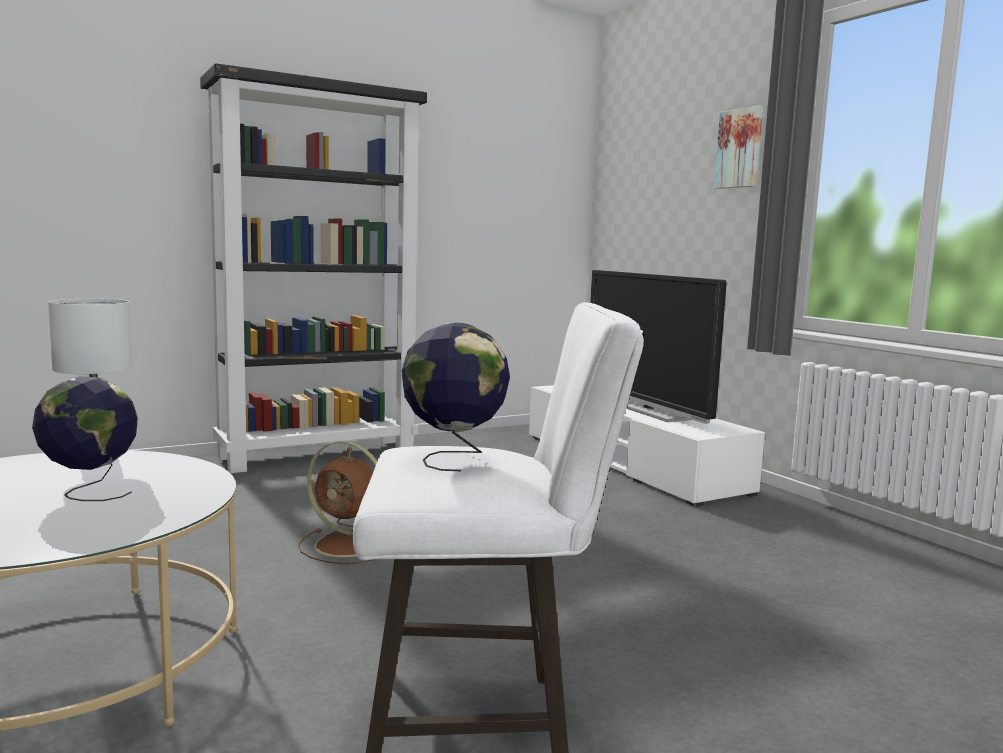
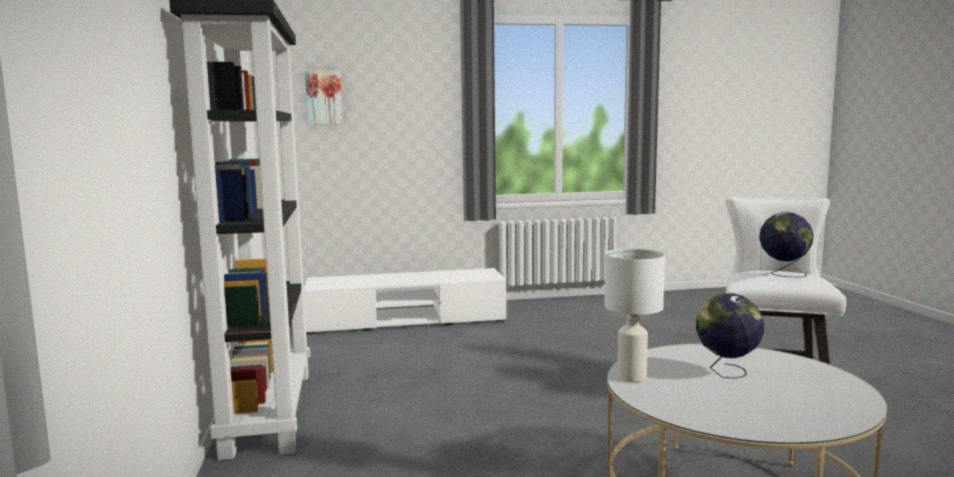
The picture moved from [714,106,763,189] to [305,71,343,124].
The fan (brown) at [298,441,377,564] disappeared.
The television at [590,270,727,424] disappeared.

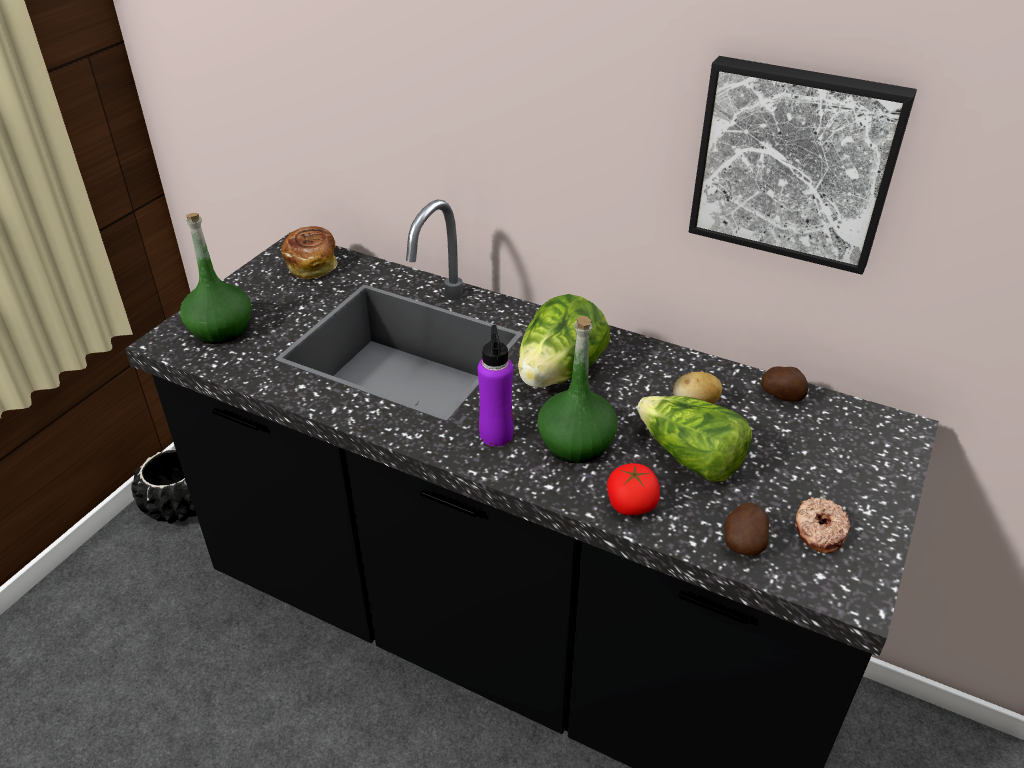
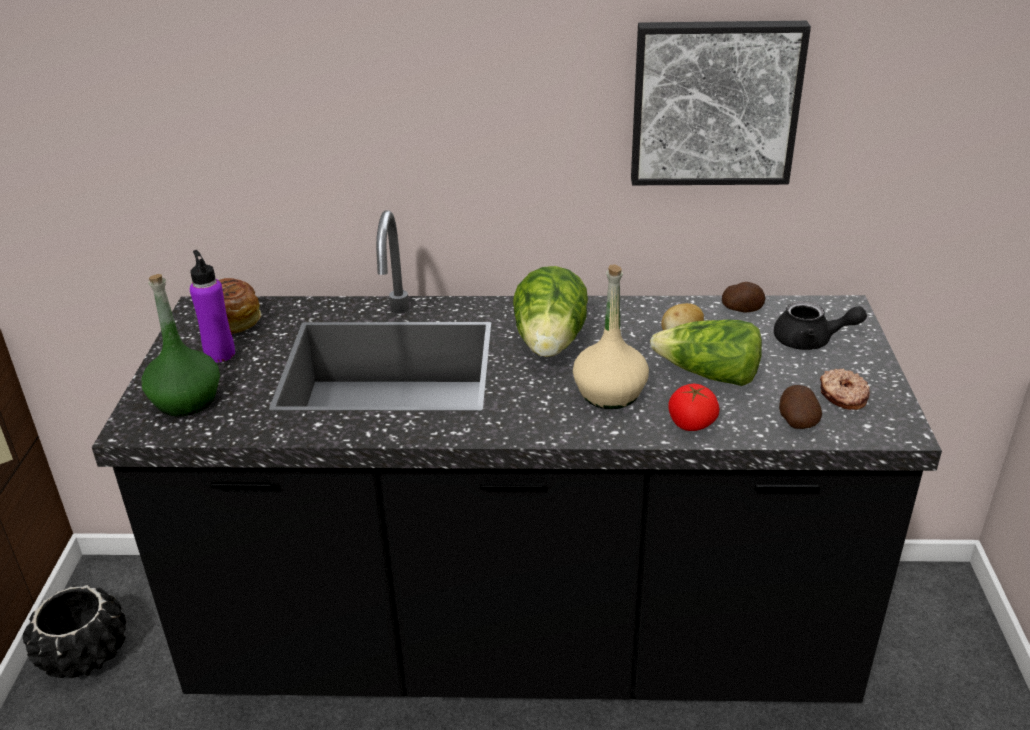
The bottle (purple) moved from [478,325,513,446] to [190,250,235,363].
The bottle (green) at [537,316,618,463] became the bottle (beige) at [573,264,649,409].
The teapot (black) at [774,301,867,350] appeared.

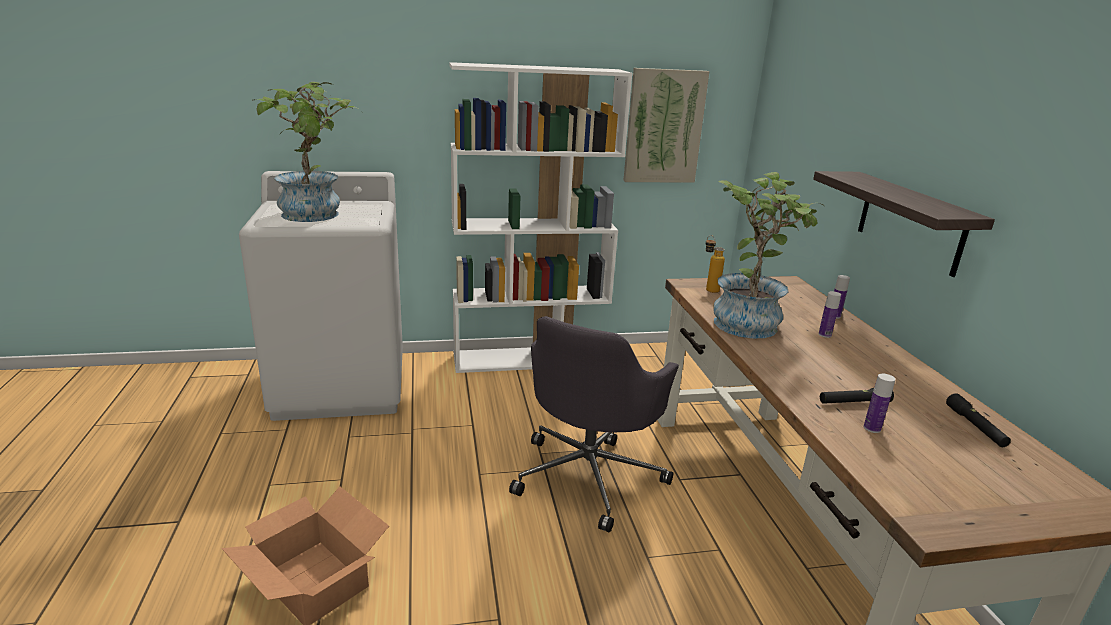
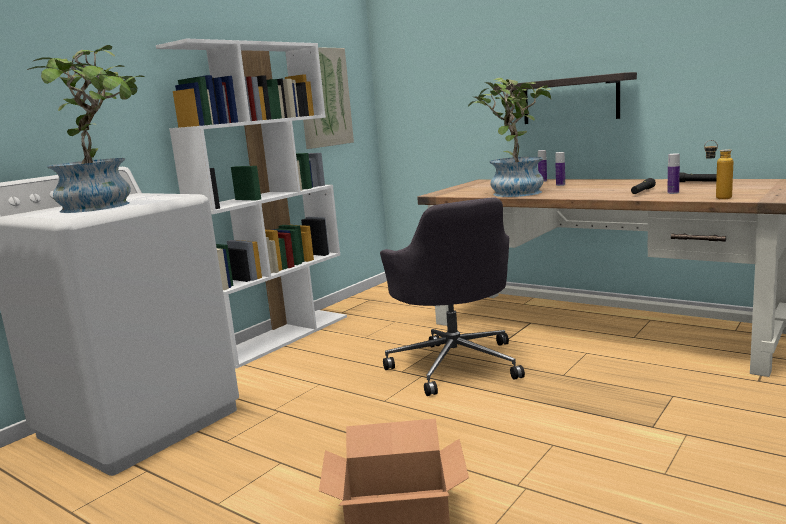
The bottle moved from [706,235,725,293] to [704,140,733,199].

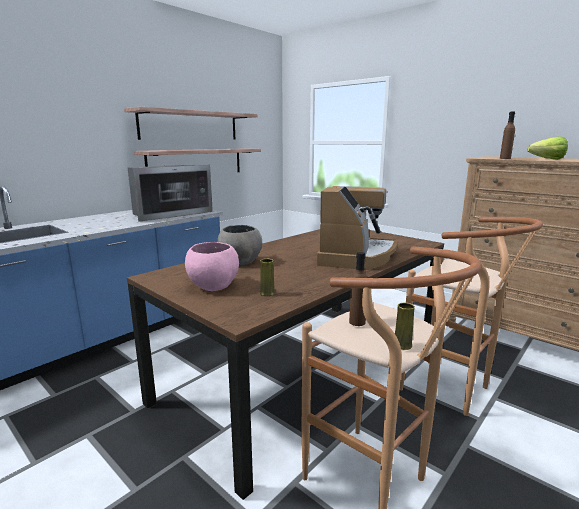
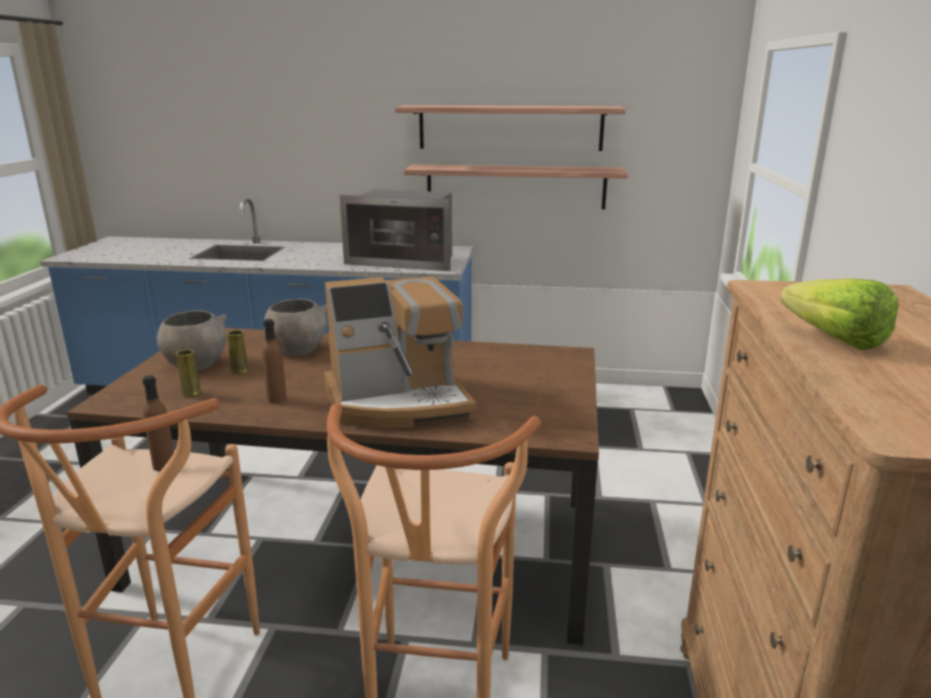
The bowl (pink) at [185,242,239,291] became the bowl (grey) at [157,310,227,370].
The vase (yellow) moved from [395,303,415,350] to [227,330,249,374].
The bottle (brown) moved from [500,112,515,159] to [262,319,287,404].

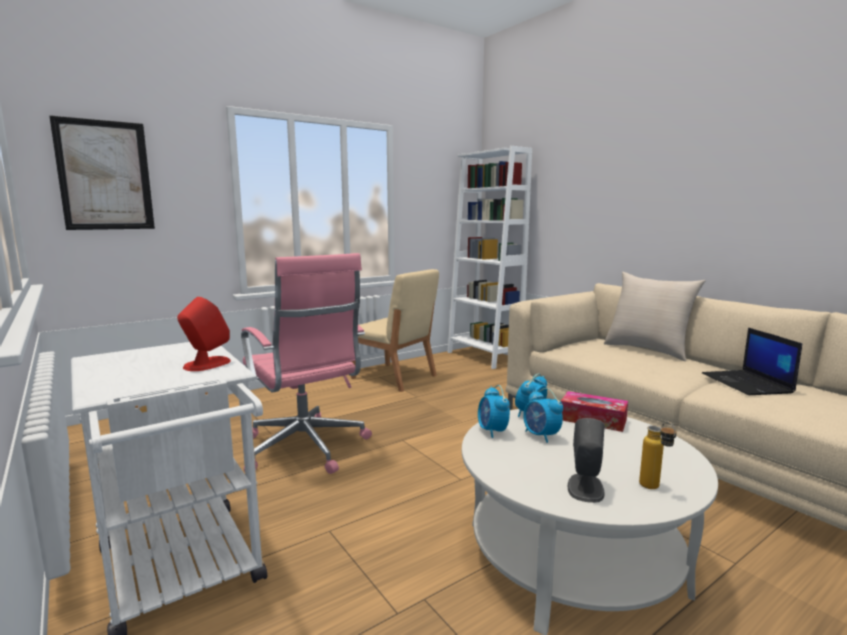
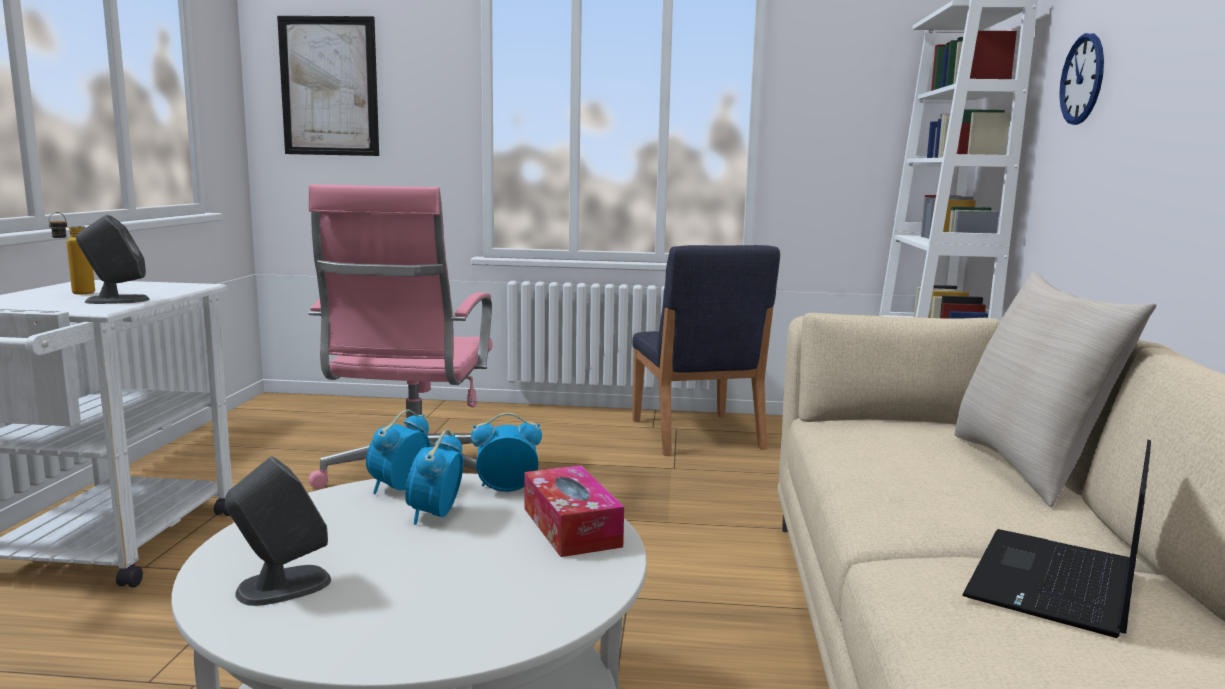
The bottle moved from [639,421,677,489] to [49,212,95,294].
The speaker (red) at [177,297,231,371] became the speaker (grey) at [76,215,149,304].
The chair (beige) at [351,269,439,392] became the chair (blue) at [632,245,780,456].
The wall clock at [1059,33,1104,125] appeared.

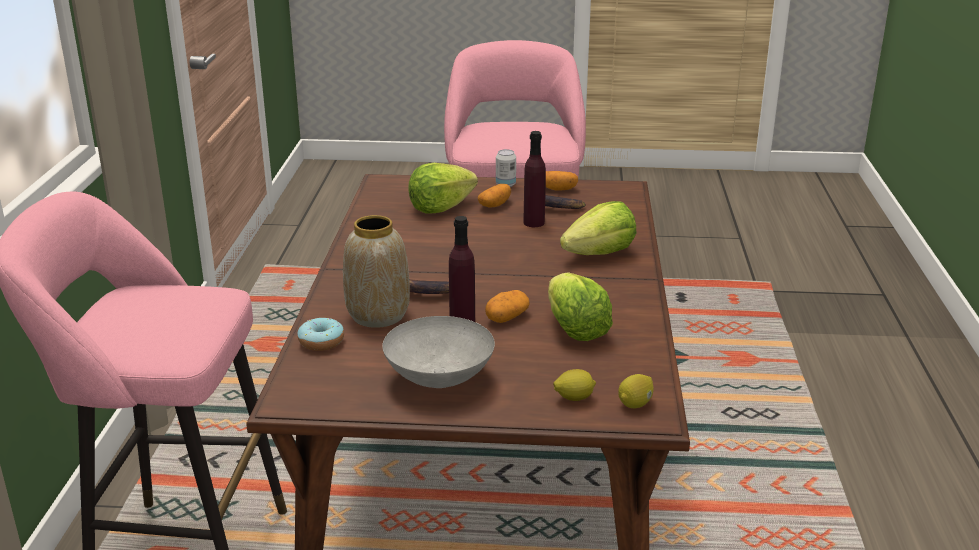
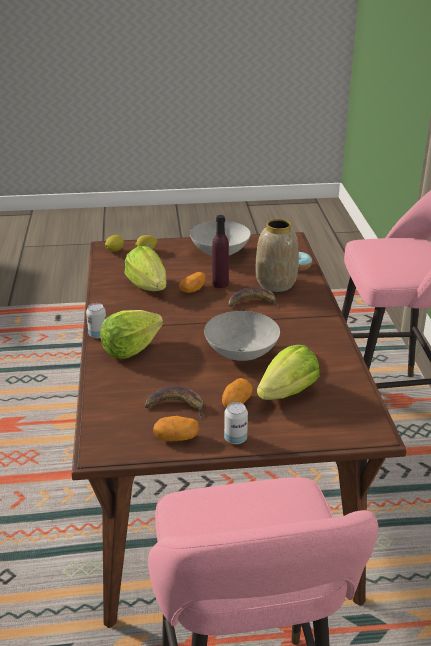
The can at [86,303,106,338] appeared.
The bowl (grey) at [204,311,280,361] appeared.
The bottle (purple) at [523,131,546,227] disappeared.

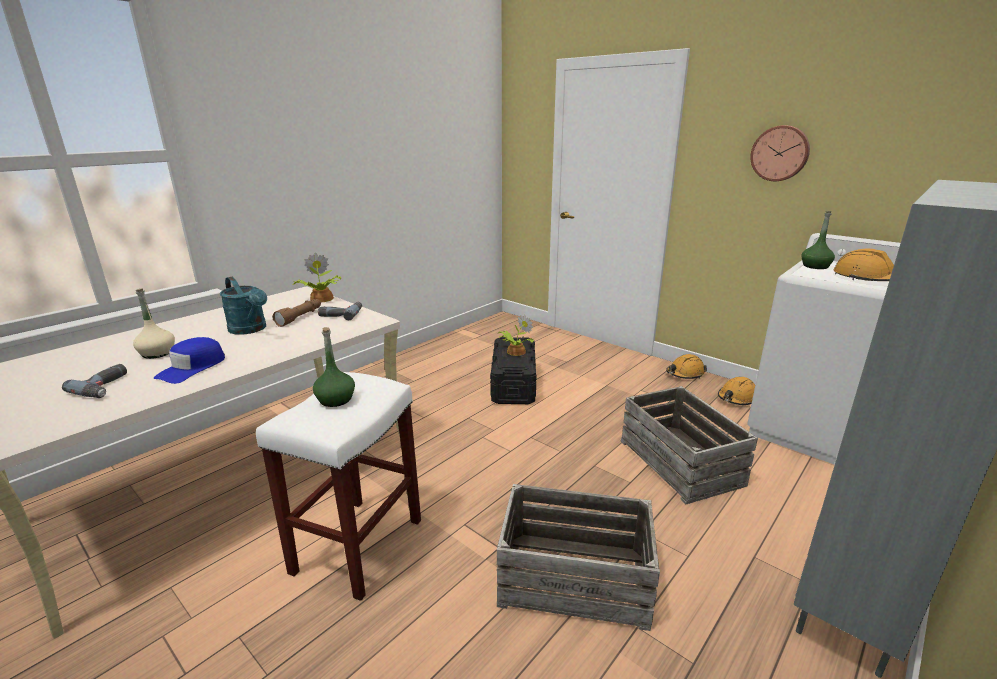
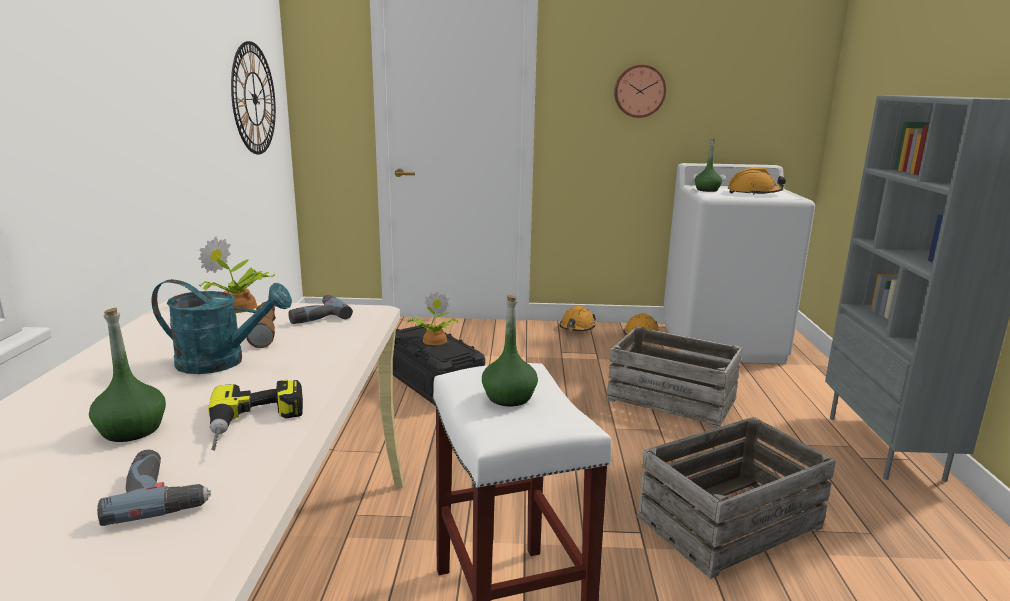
The bottle (beige) at [133,288,175,359] became the bottle (green) at [89,308,166,442].
The cap (blue) at [154,337,225,384] was replaced by the power drill at [208,379,303,451].
The wall clock at [231,41,276,155] appeared.

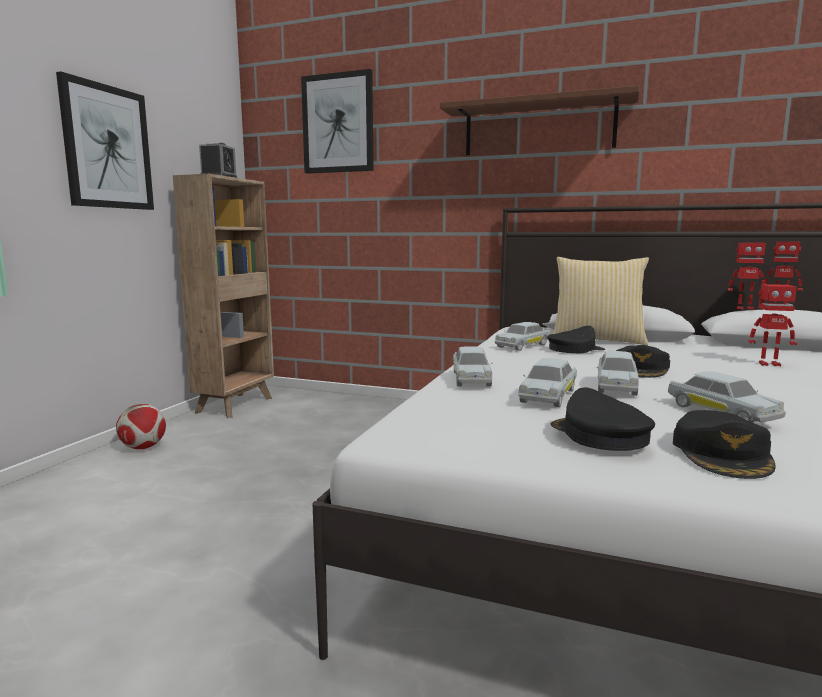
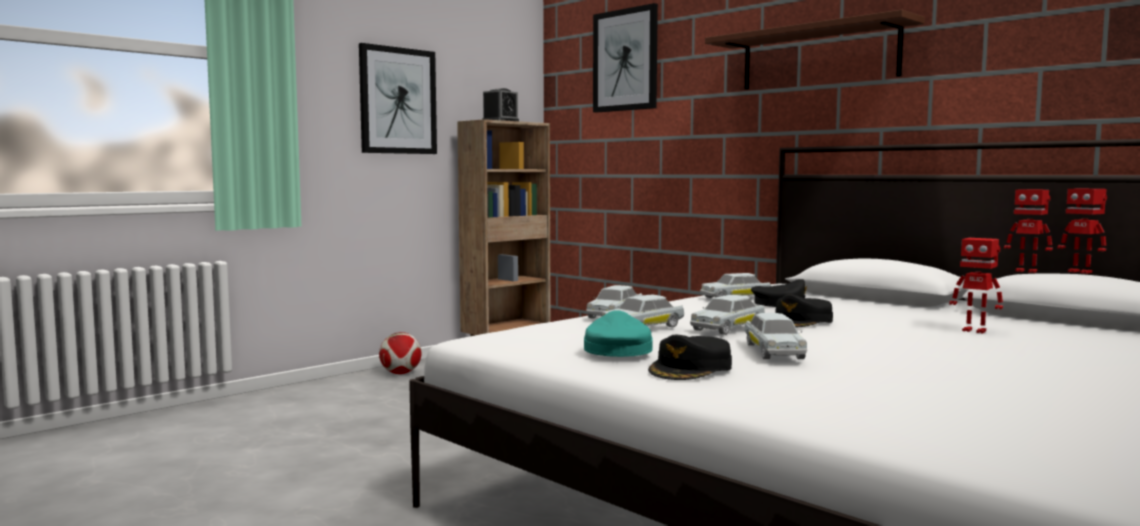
The cap (black) at [551,387,655,451] became the cap (turquoise) at [584,310,653,357].
The pillow at [553,257,649,345] disappeared.

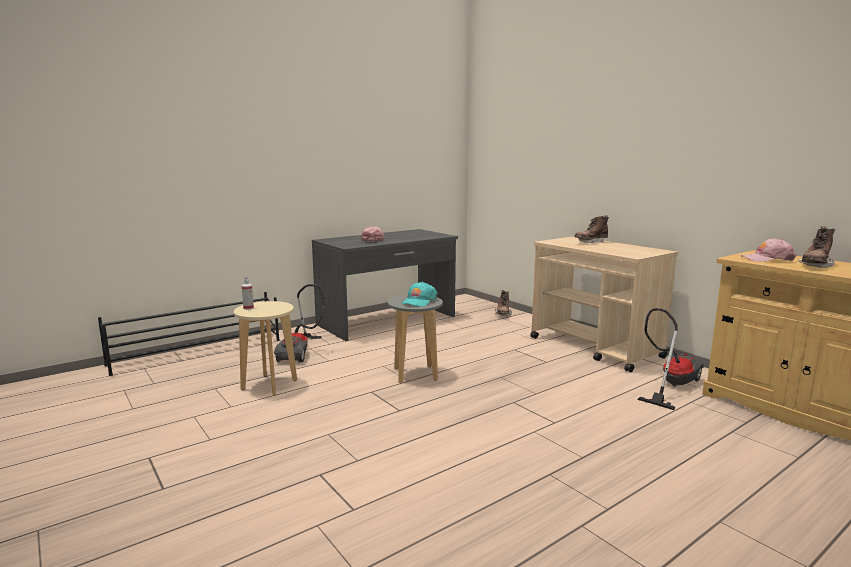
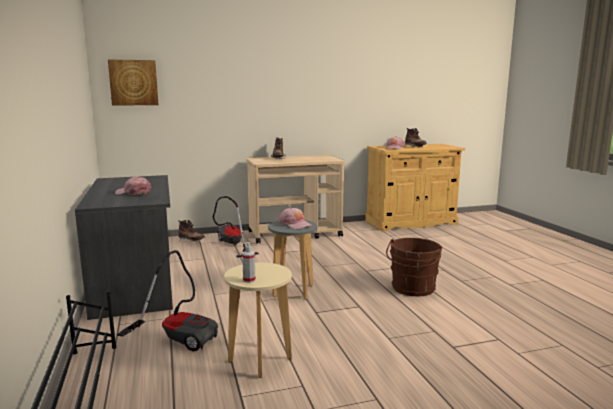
The picture at [108,59,158,106] appeared.
The vacuum cleaner moved from [637,308,704,410] to [213,196,259,258].
The cap (turquoise) at [402,282,437,307] became the cap (pink) at [279,207,312,229].
The bucket (brown) at [386,238,442,296] appeared.

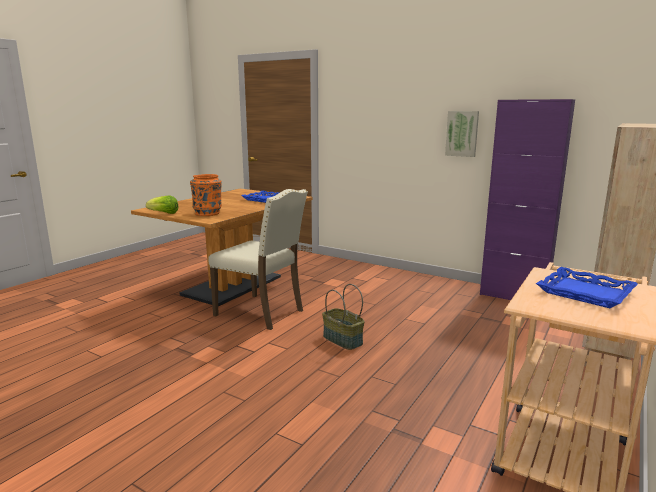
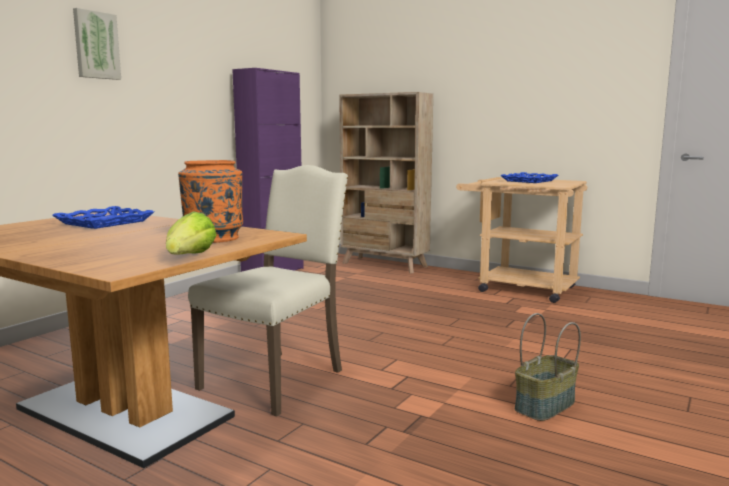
The picture moved from [445,111,479,157] to [73,8,121,80].
The basket moved from [322,284,365,350] to [515,313,581,421].

